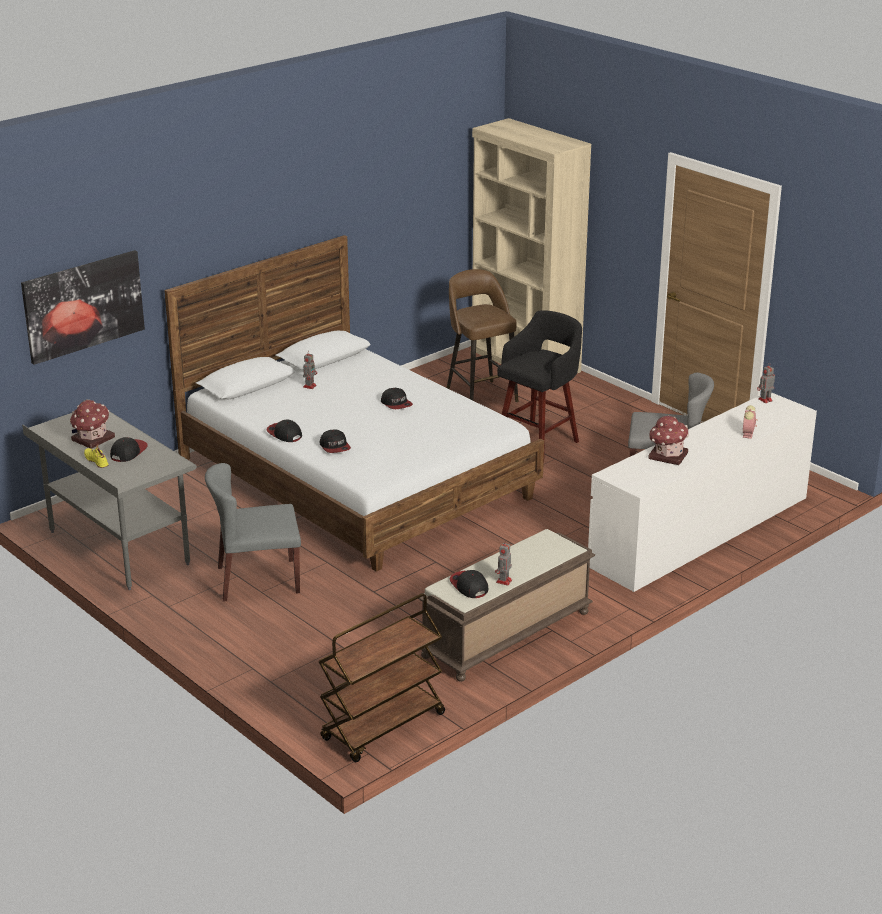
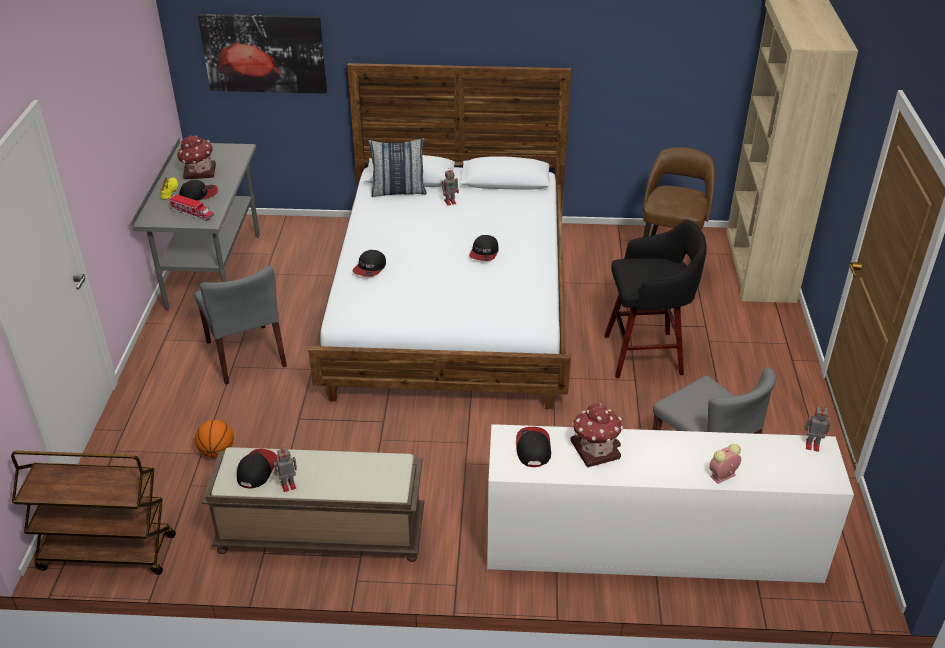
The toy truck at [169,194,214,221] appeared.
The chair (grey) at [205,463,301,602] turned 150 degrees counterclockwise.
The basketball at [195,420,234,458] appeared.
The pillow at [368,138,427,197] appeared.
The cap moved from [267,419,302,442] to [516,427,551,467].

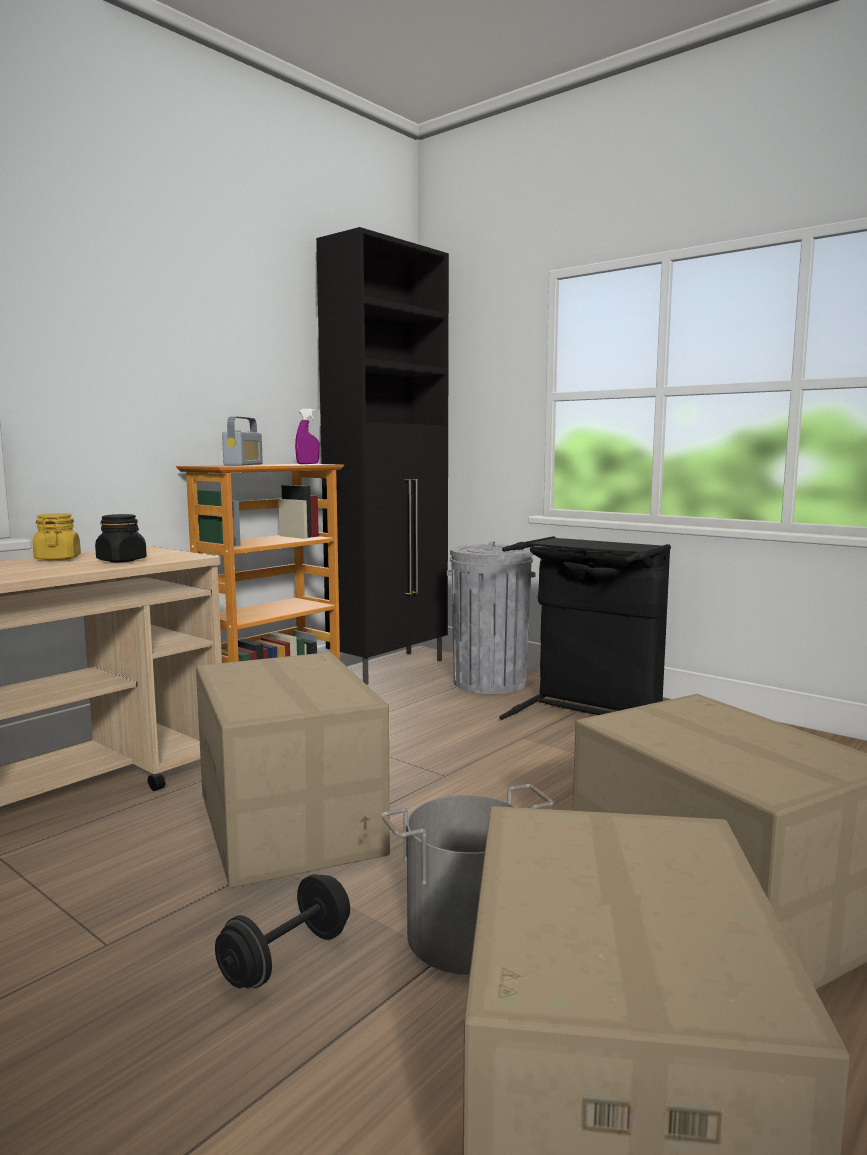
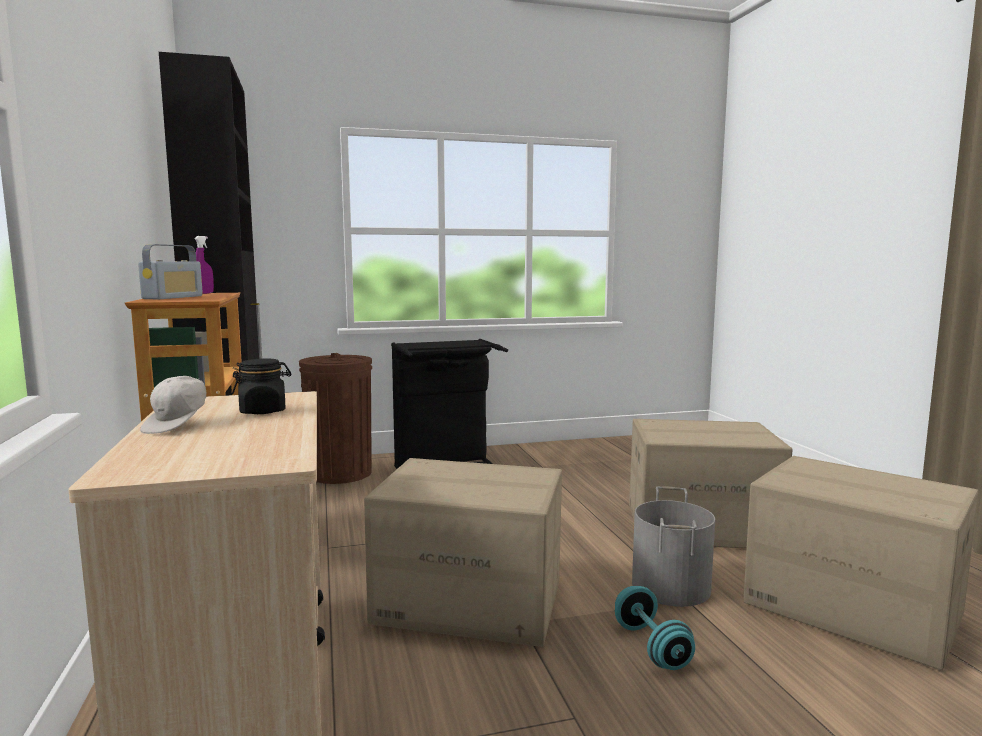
The radio at [222,416,263,466] turned 60 degrees clockwise.
The jar (yellow) at [33,513,81,561] was replaced by the cap (white) at [140,376,207,434].
The trash can (grey) at [447,541,536,694] became the trash can (brown) at [299,353,372,484].
The dumbbell (black) at [215,874,350,988] became the dumbbell (turquoise) at [615,586,695,670].

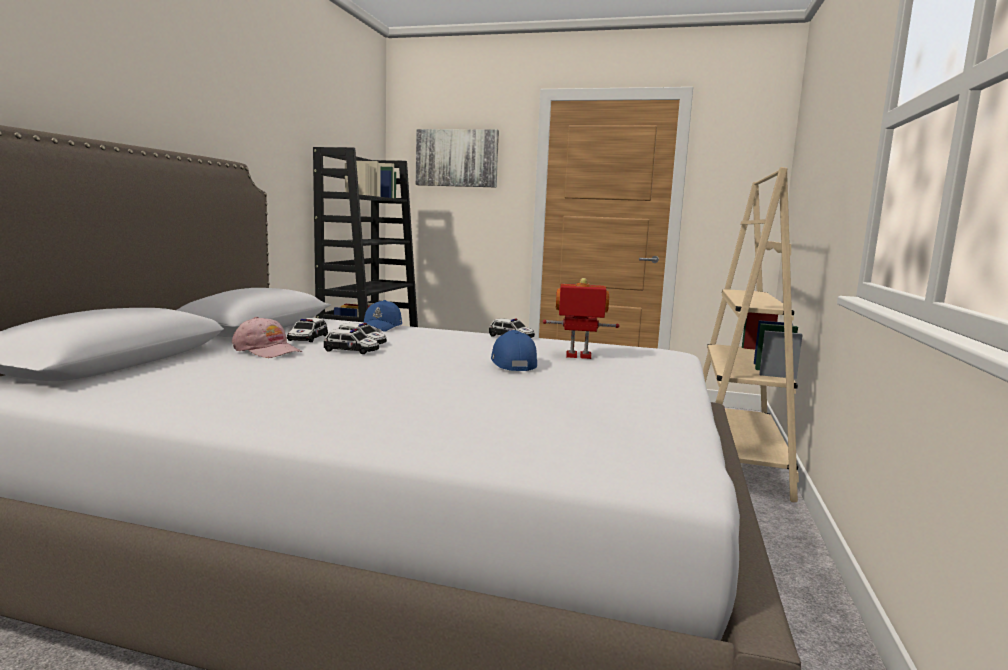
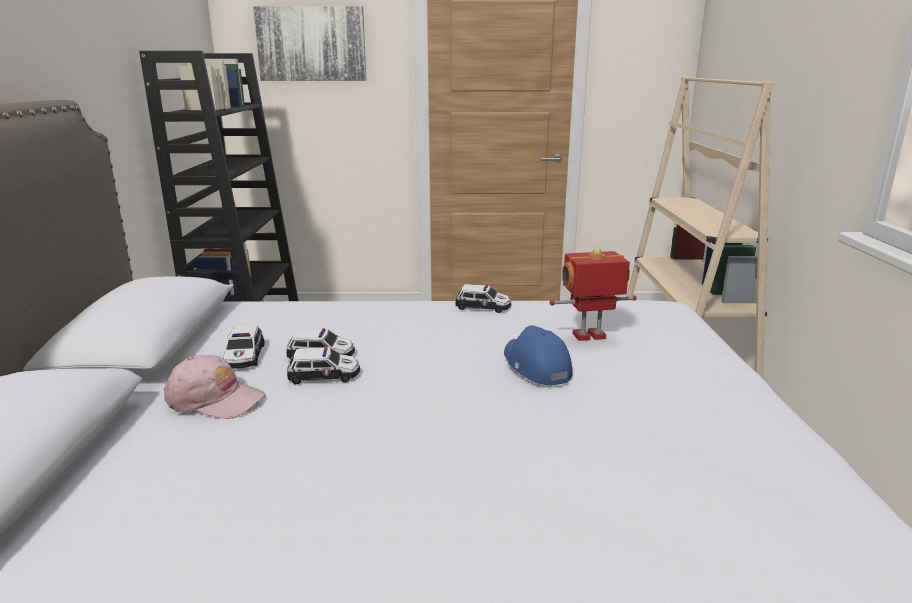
The cap (blue) at [364,300,402,332] disappeared.

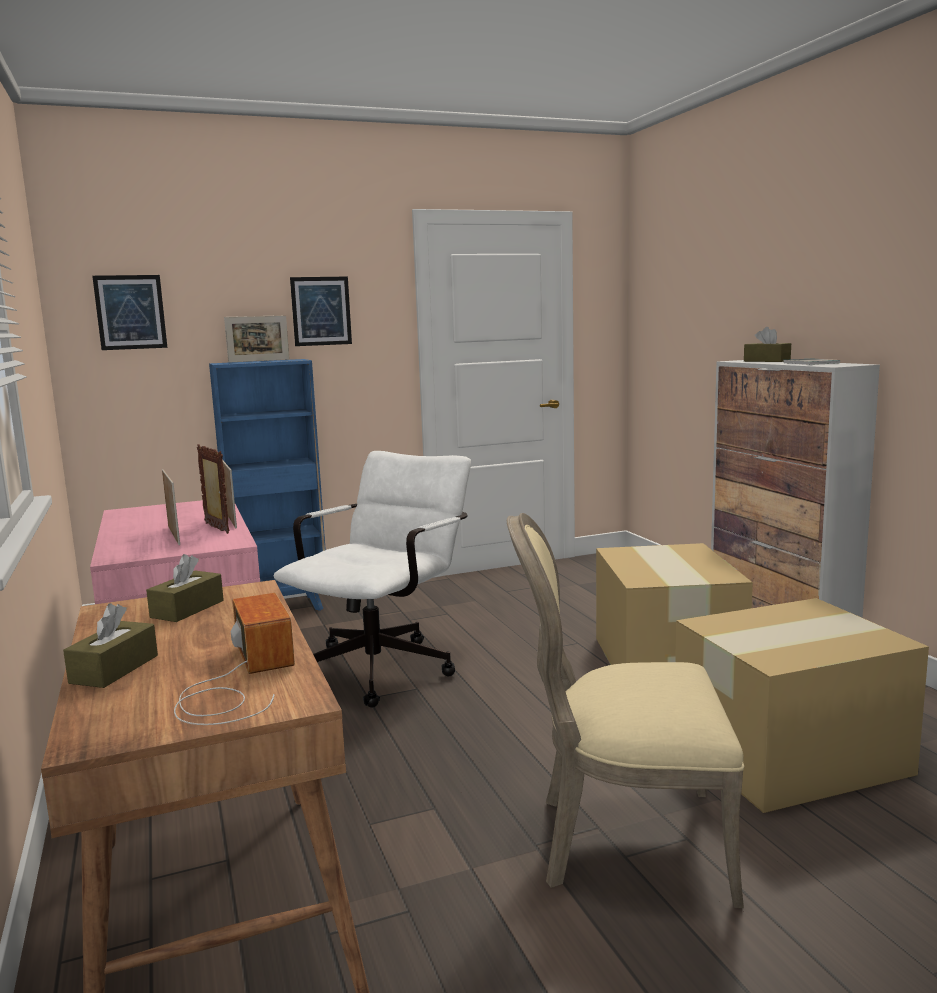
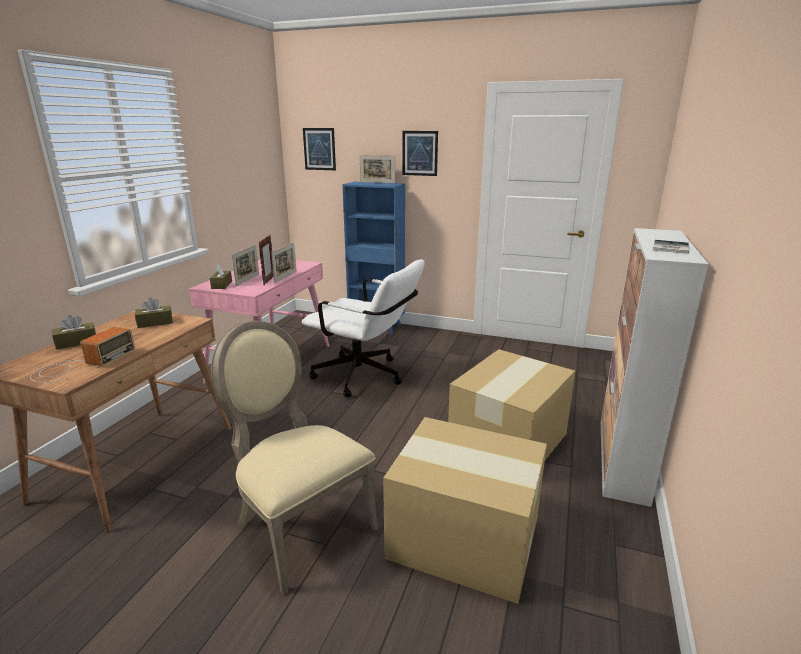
The tissue box (brown) moved from [744,327,791,362] to [210,264,232,289].
The office chair (white) at [274,451,471,708] turned 45 degrees clockwise.

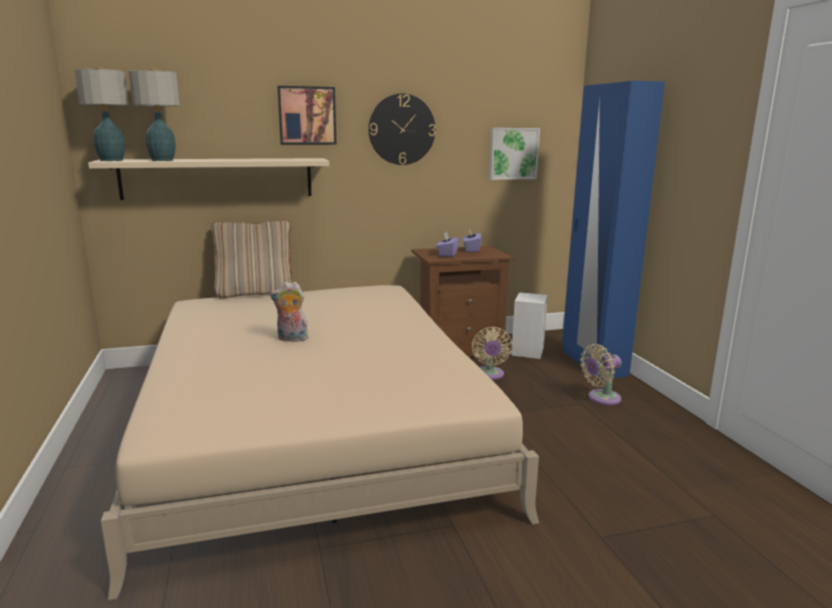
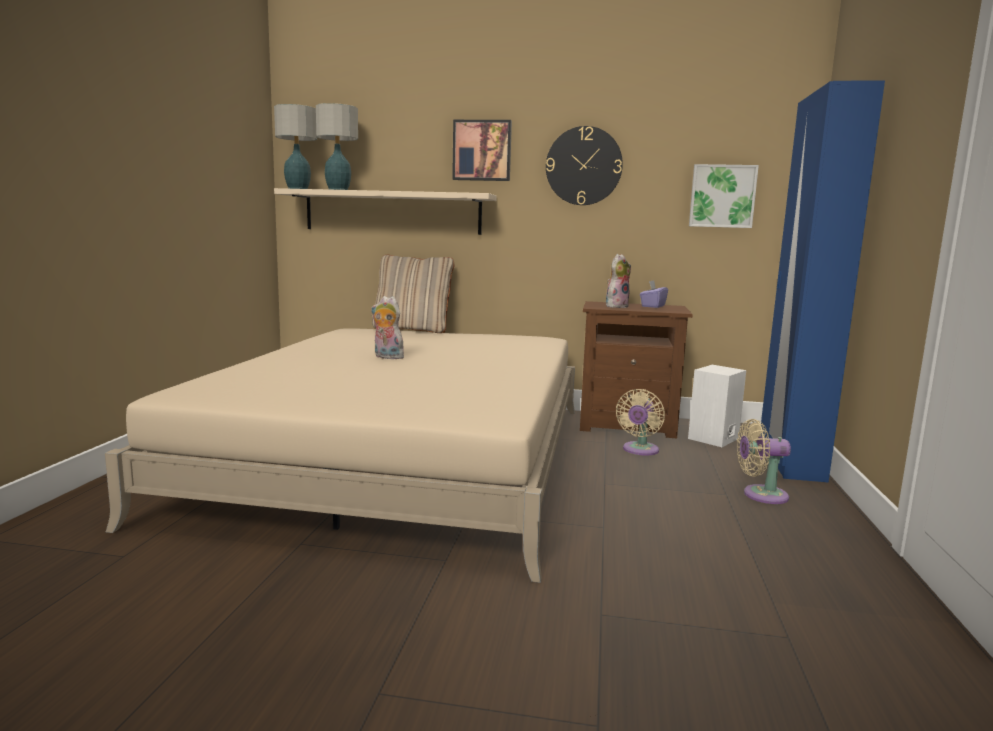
The tissue box (purple) at [436,232,459,257] was replaced by the plush toy at [606,254,631,308].

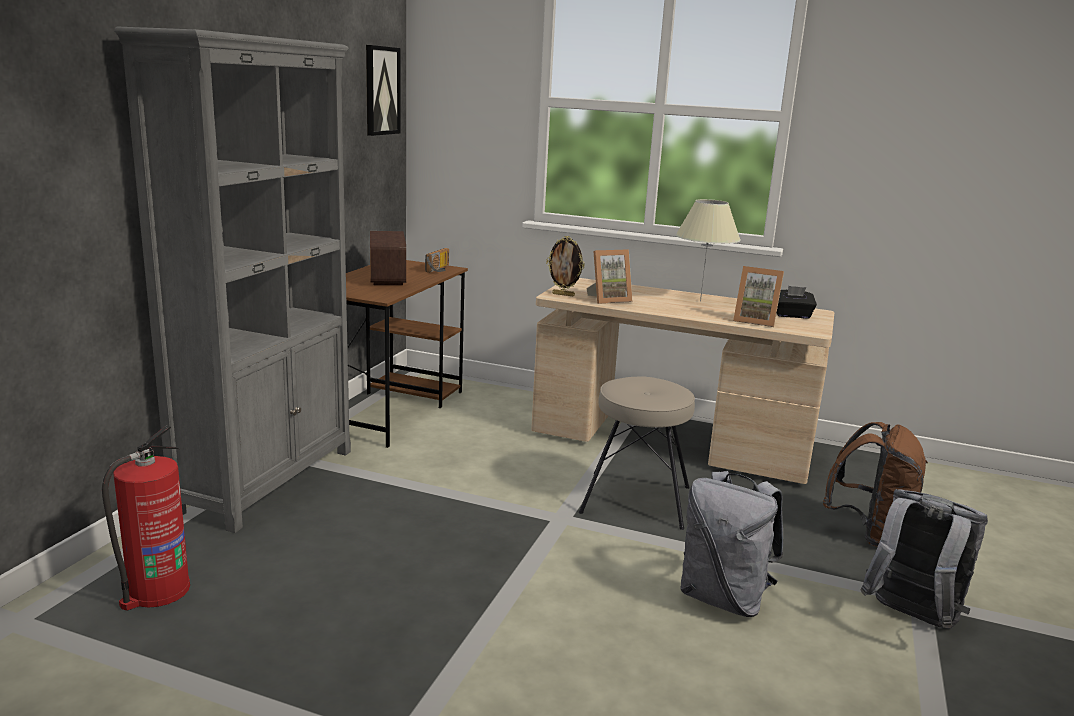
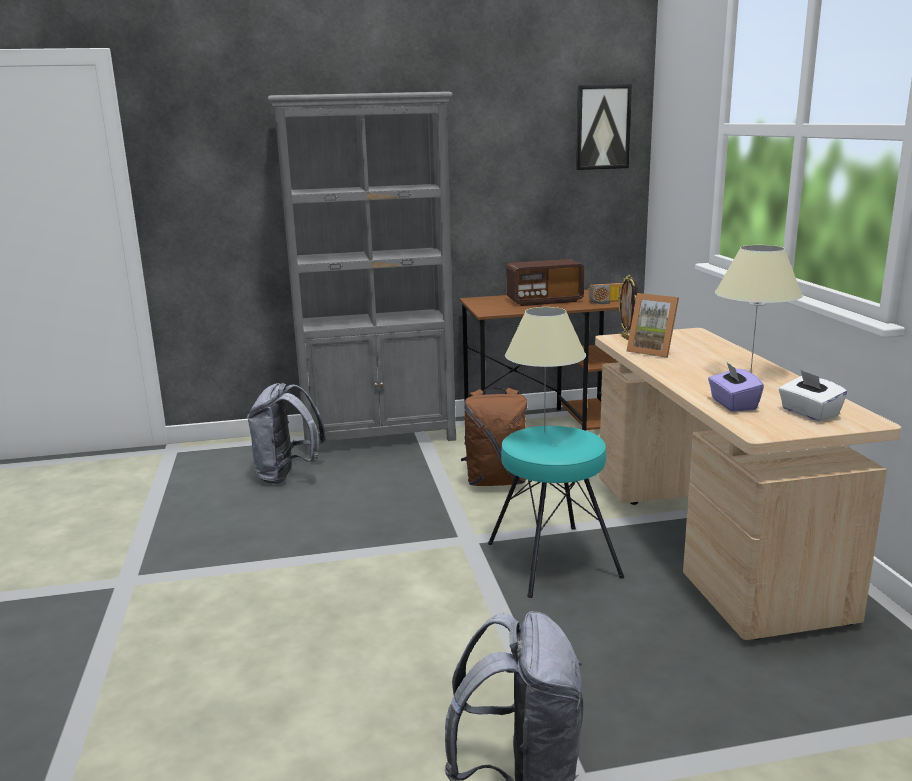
The backpack (grey) moved from [680,471,783,617] to [247,383,326,484].
The backpack (brown) moved from [823,422,928,547] to [461,387,527,486].
The stool (beige) at [579,377,695,530] became the stool (turquoise) at [488,426,624,598].
The table lamp (beige) at [505,307,586,433] appeared.
The radio at [370,231,406,285] turned 150 degrees counterclockwise.
The picture frame at [733,266,784,327] was replaced by the tissue box (purple) at [708,362,764,412].
The tissue box (black) at [776,286,817,318] became the tissue box (white) at [778,370,848,422].
The fire extinguisher at [102,425,190,611] disappeared.

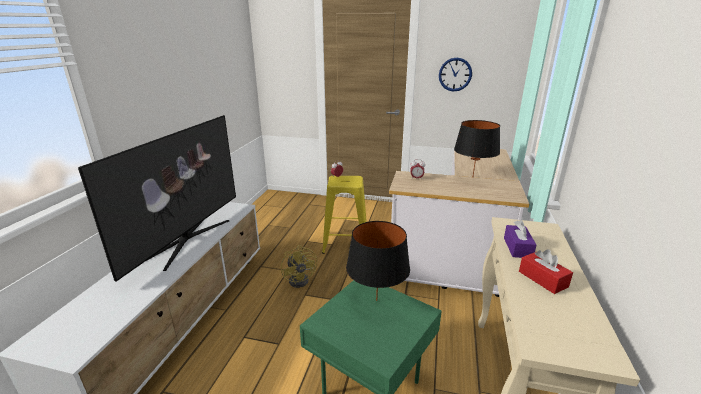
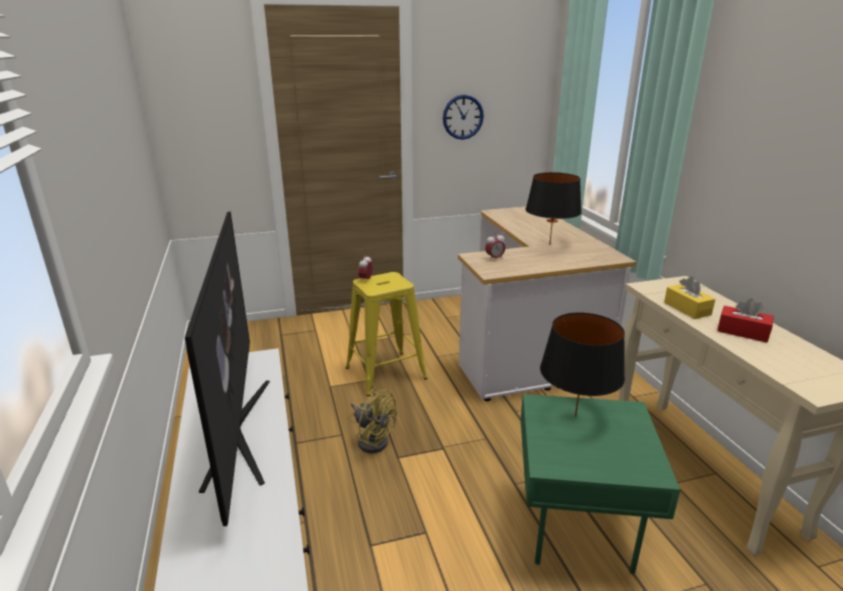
The tissue box (purple) at [504,220,536,258] became the tissue box (yellow) at [664,276,715,319].

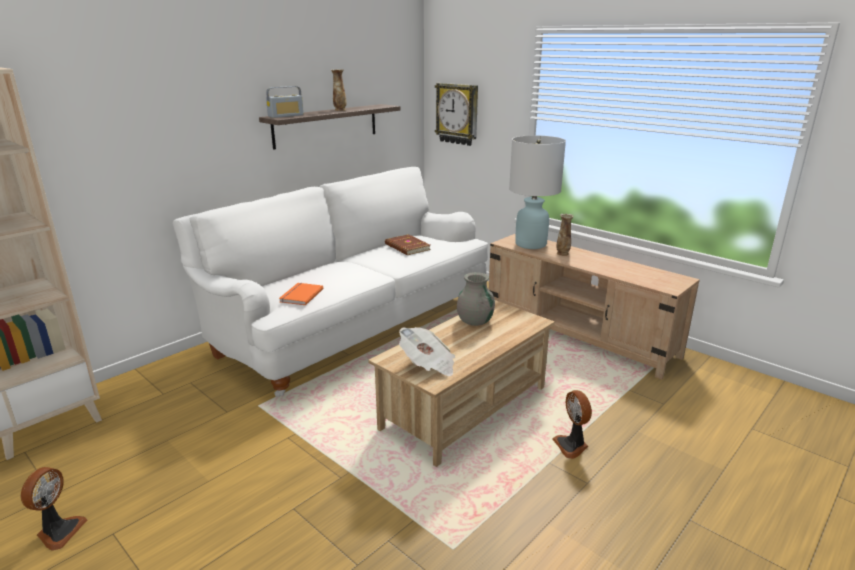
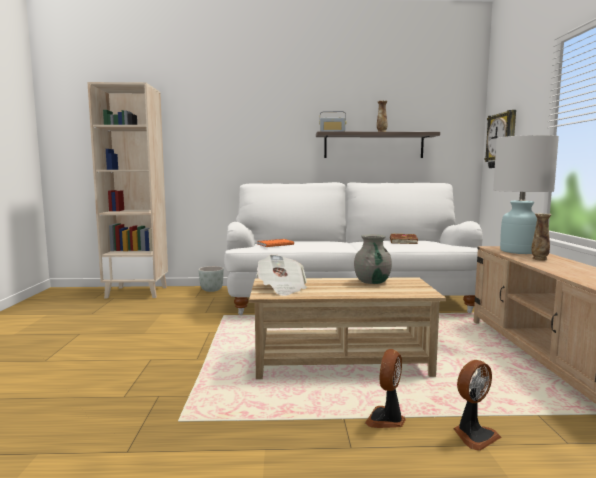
The planter (grey) at [198,266,224,292] appeared.
The fan moved from [21,467,87,551] to [453,360,501,451].

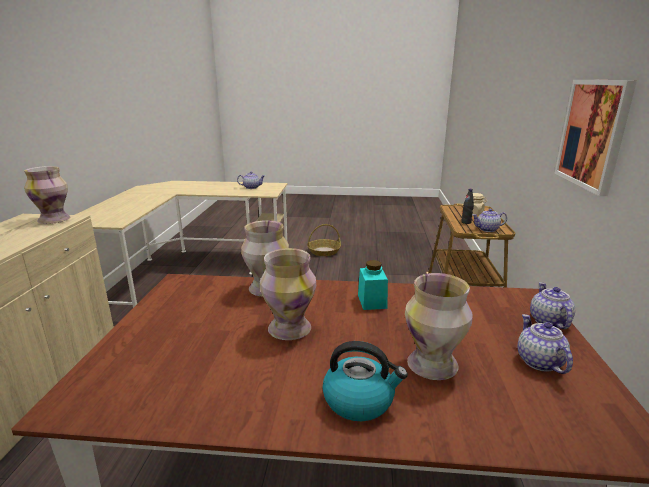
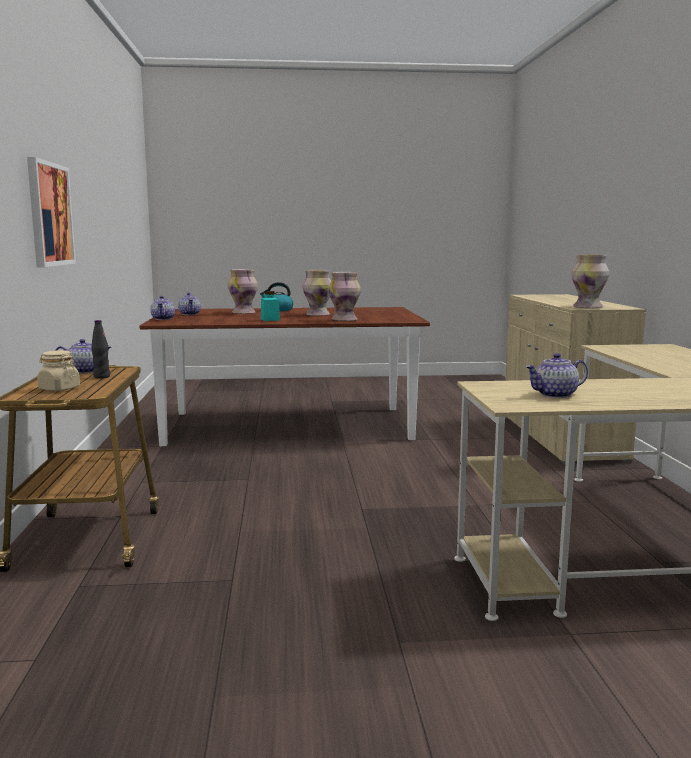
The basket at [307,224,341,256] disappeared.

